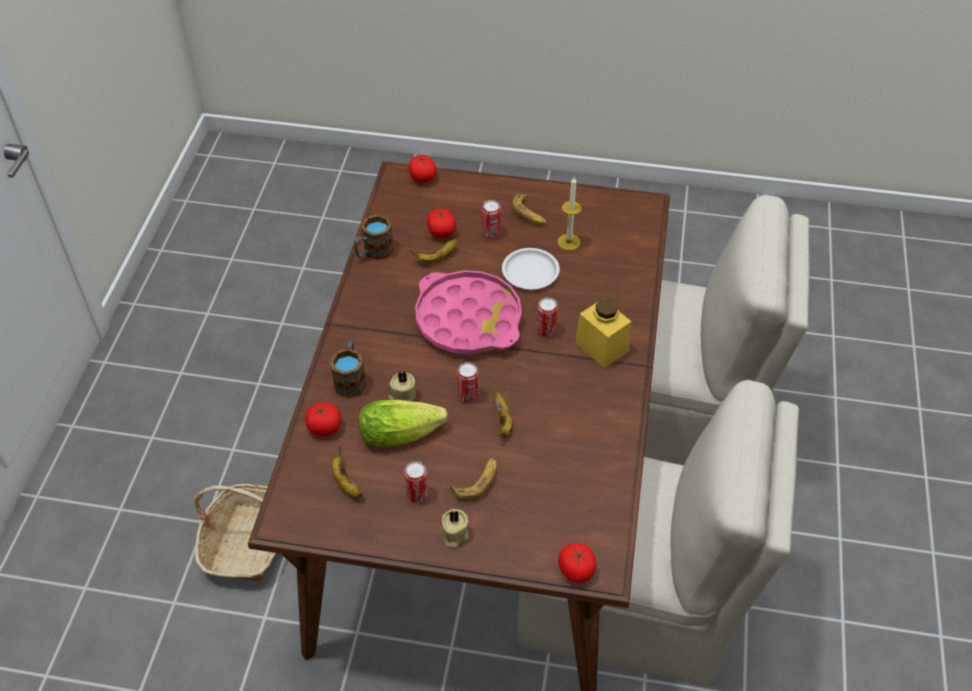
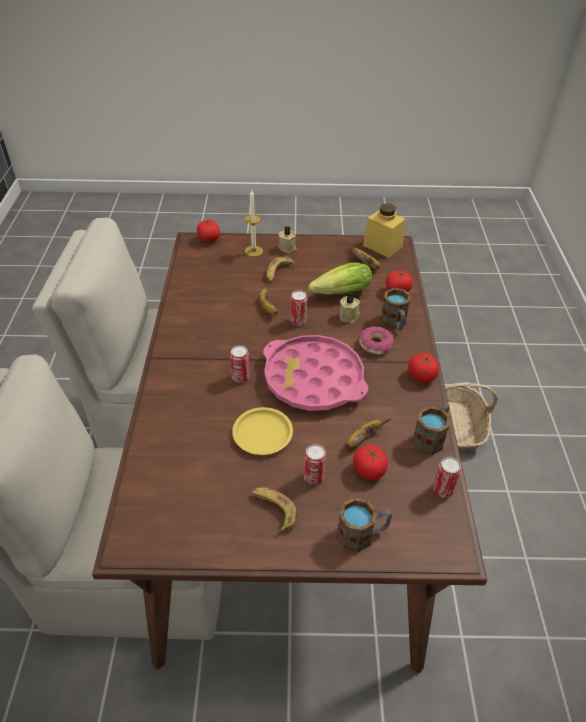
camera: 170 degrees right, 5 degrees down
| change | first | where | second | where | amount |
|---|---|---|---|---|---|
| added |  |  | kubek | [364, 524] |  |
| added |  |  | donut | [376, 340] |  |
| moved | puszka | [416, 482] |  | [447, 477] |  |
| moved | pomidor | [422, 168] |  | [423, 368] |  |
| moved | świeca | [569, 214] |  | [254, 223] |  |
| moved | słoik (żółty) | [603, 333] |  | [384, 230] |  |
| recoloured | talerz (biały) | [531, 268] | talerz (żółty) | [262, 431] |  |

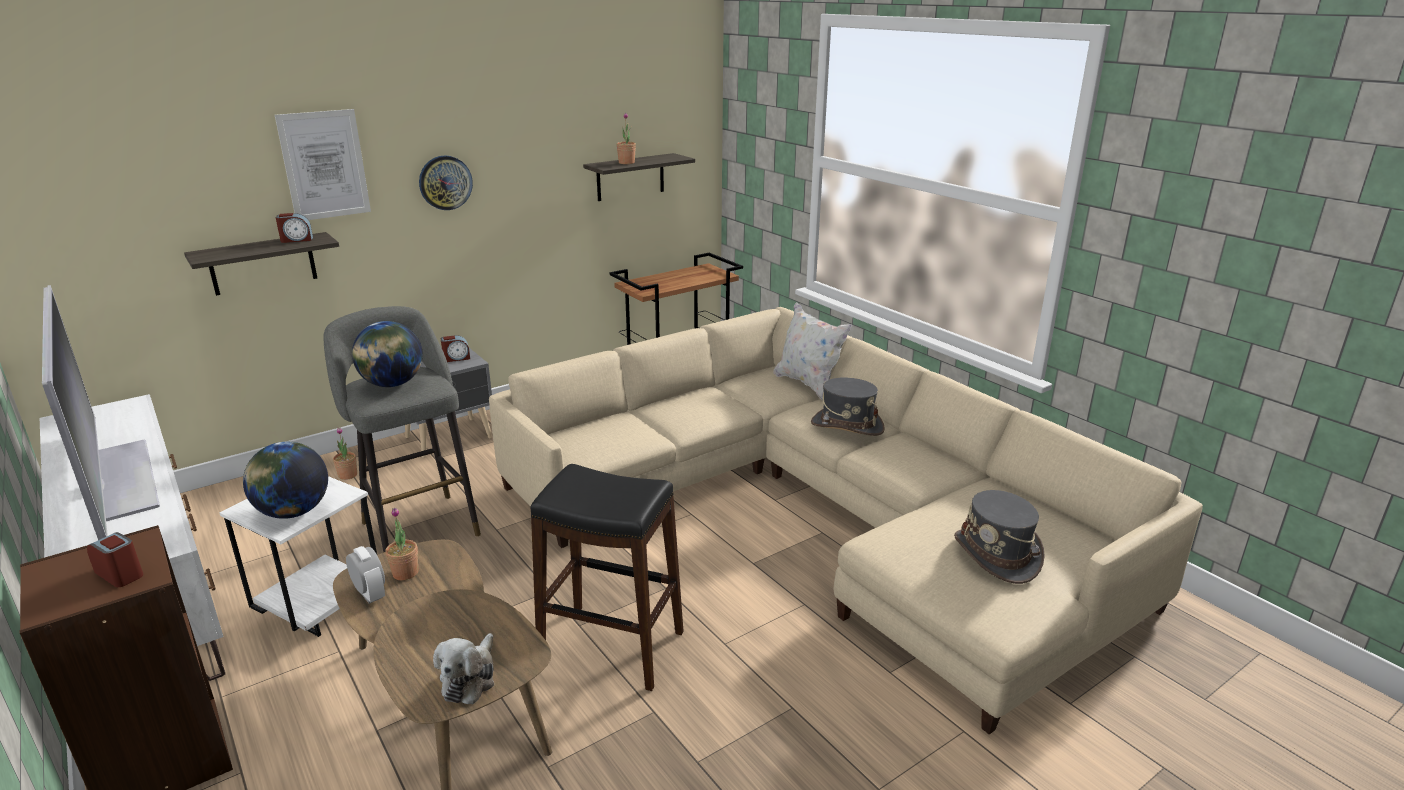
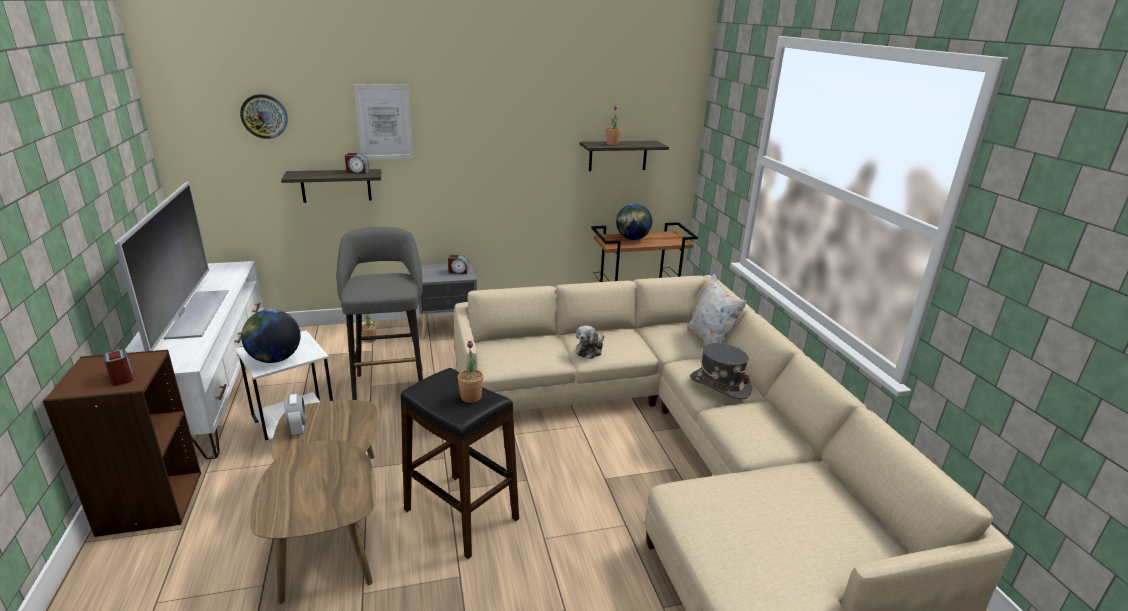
camera: 20 degrees right, 0 degrees up
| change | first | where | second | where | amount |
|---|---|---|---|---|---|
| removed | kapelusz (szary) | [999, 537] |  |  |  |
| moved | globus | [387, 354] |  | [634, 222] |  |
| moved | roślina doniczkowa | [402, 544] |  | [470, 372] |  |
| moved | zegar ścienny | [446, 182] |  | [264, 116] |  |
| moved | pluszak | [463, 668] |  | [590, 342] |  |

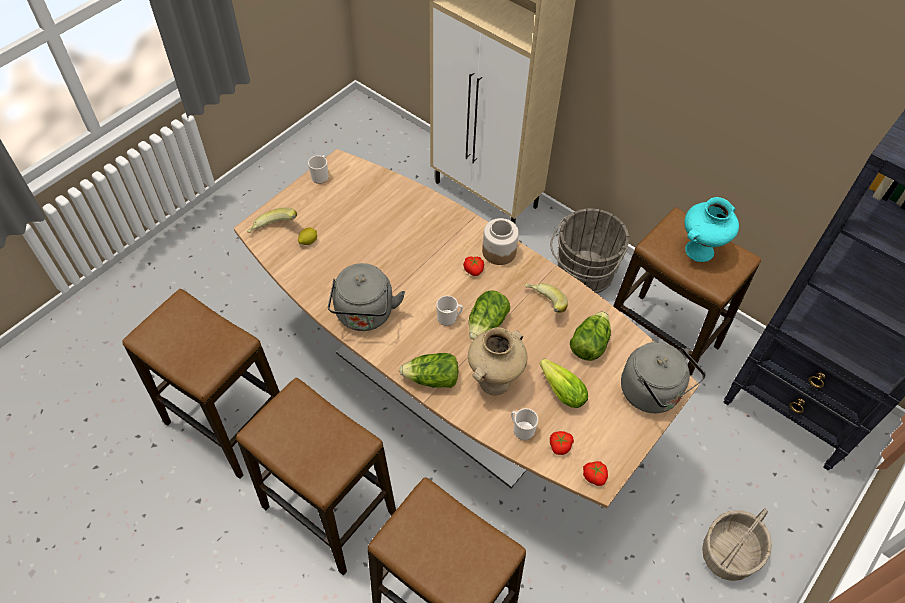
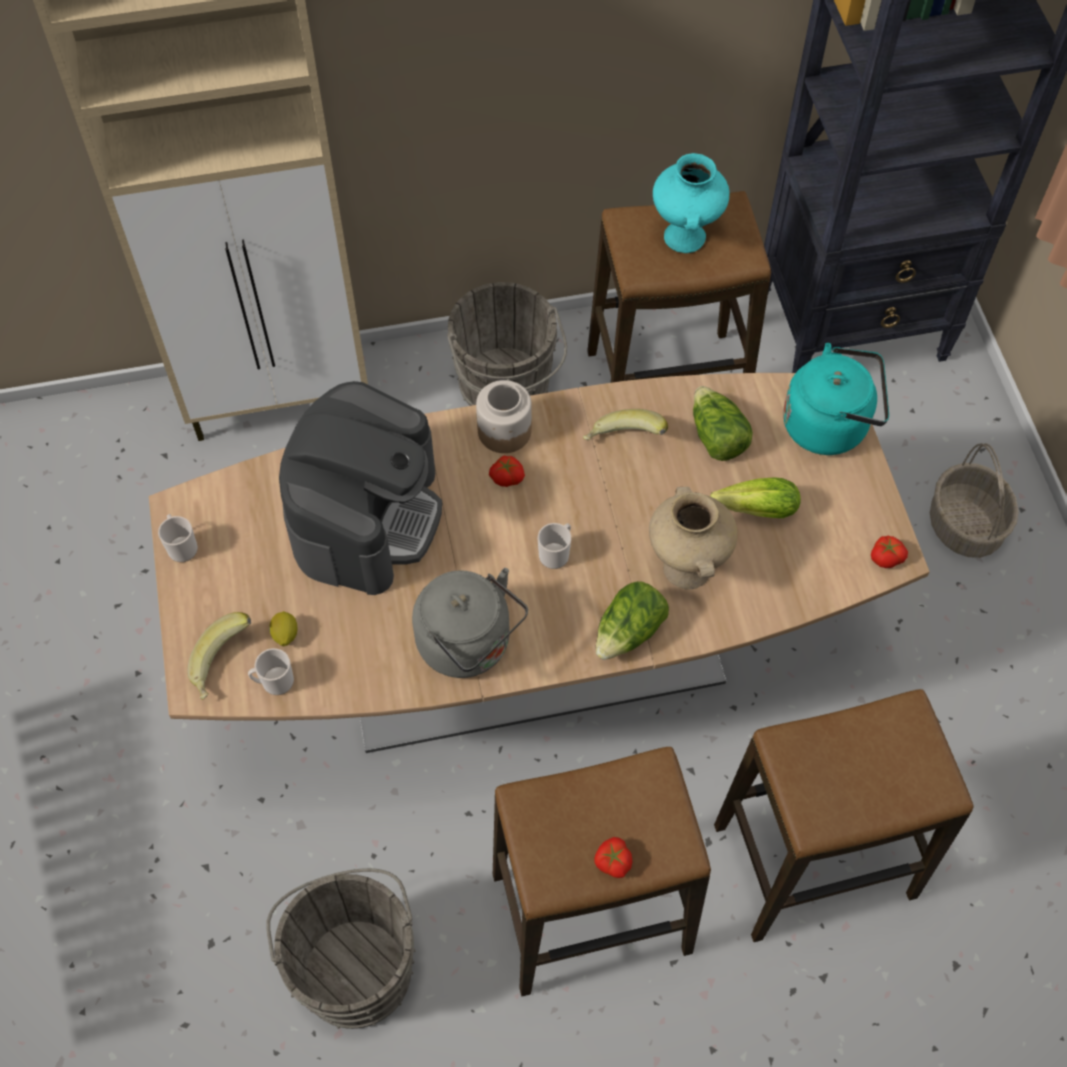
camera: 50 degrees left, 5 degrees up
| change | first | where | second | where | amount |
|---|---|---|---|---|---|
| removed | sałata | [489, 315] |  |  |  |
| added |  |  | ekspres do kawy | [360, 488] |  |
| moved | kubek | [524, 424] |  | [271, 671] |  |
| moved | pomidor | [562, 443] |  | [613, 857] |  |
| replaced | stołek | [201, 384] | wiadro (szary) | [341, 948] |  |
| recoloured | czajnik (szary) | [663, 377] | czajnik (turkusowy) | [836, 399] |  |

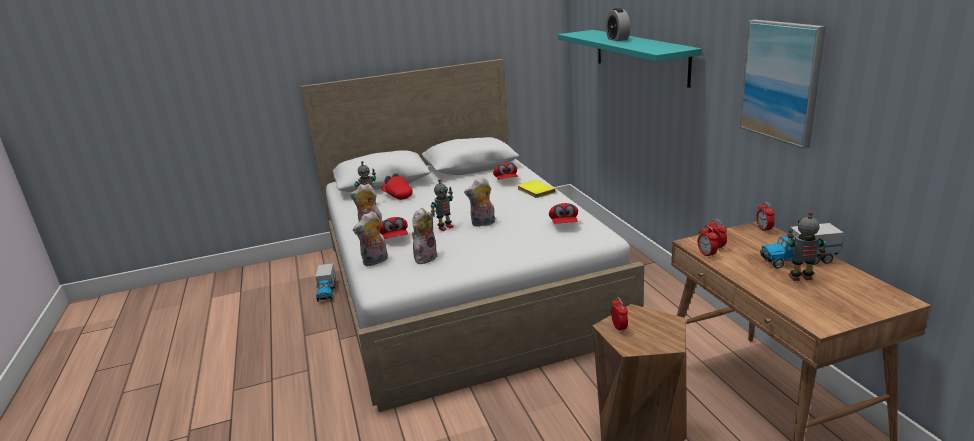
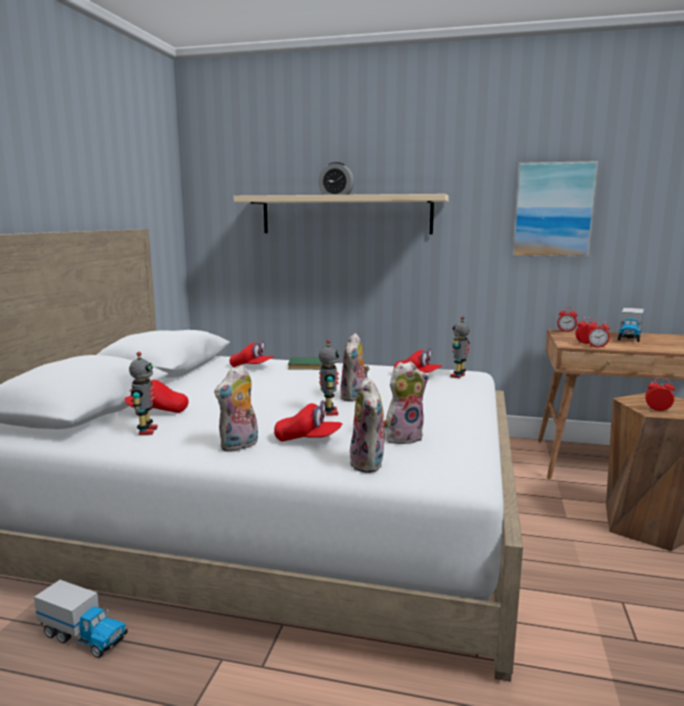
camera: 60 degrees left, 10 degrees down
| change | first | where | second | where | amount |
|---|---|---|---|---|---|
| moved | robot zabawkowy | [806, 246] |  | [460, 347] |  |
| recoloured | książka (żółty) | [536, 189] | książka (zielony) | [306, 363] |  |
| recoloured | półka (turkusowy) | [630, 59] | półka (beżowy) | [341, 214] |  |
| turned | pluszak | [425, 236] |  | [407, 402] | 90 degrees clockwise |

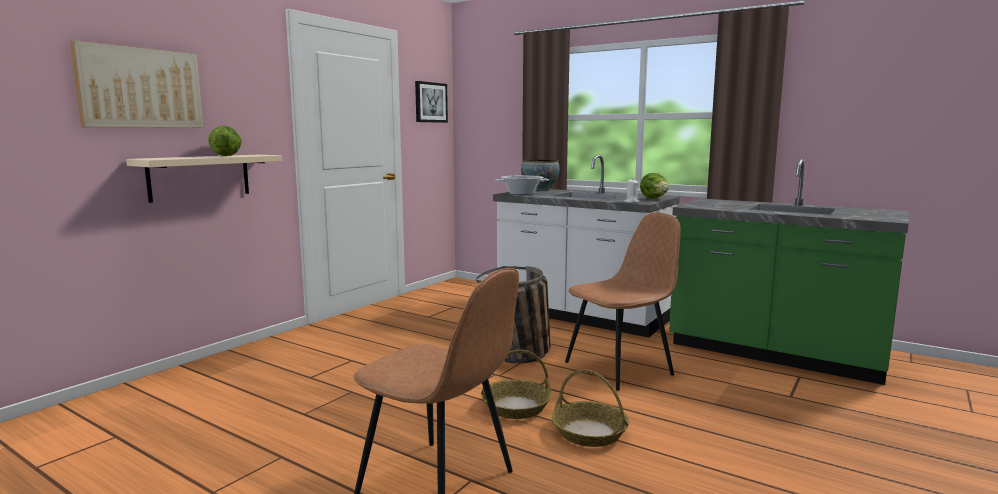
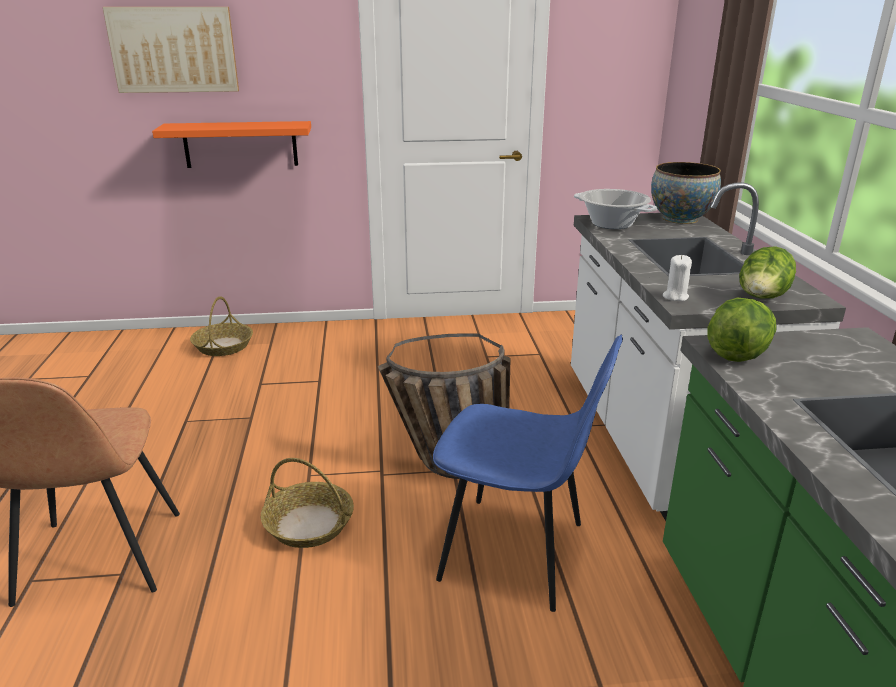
camera: 50 degrees right, 15 degrees up
| change | first | where | second | where | amount |
|---|---|---|---|---|---|
| removed | obraz | [431, 102] |  |  |  |
| moved | sałata | [224, 141] |  | [742, 330] |  |
| moved | koszyk | [590, 408] |  | [221, 326] |  |
| recoloured | półka (beżowy) | [204, 179] | półka (pomarańczowy) | [231, 144] |  |
| recoloured | krzesło (brązowy) | [623, 301] | krzesło (niebieski) | [528, 473] |  |

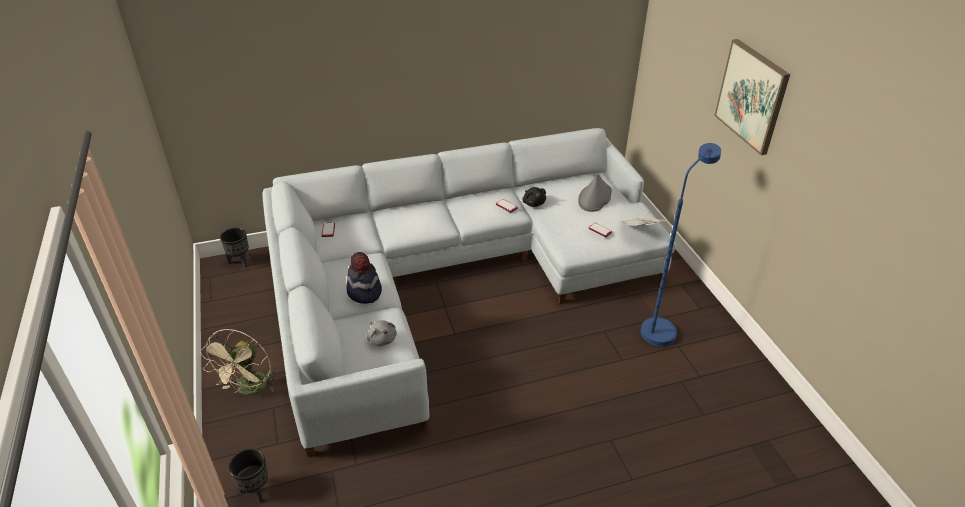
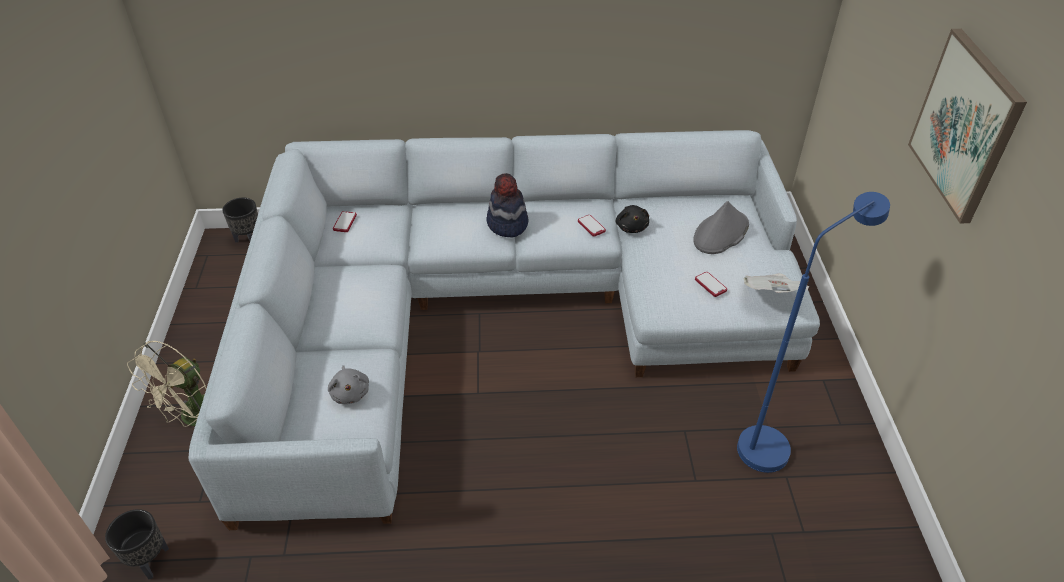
camera: 15 degrees right, 5 degrees up
| change | first | where | second | where | amount |
|---|---|---|---|---|---|
| moved | kapelusz | [364, 278] |  | [507, 205] |  |

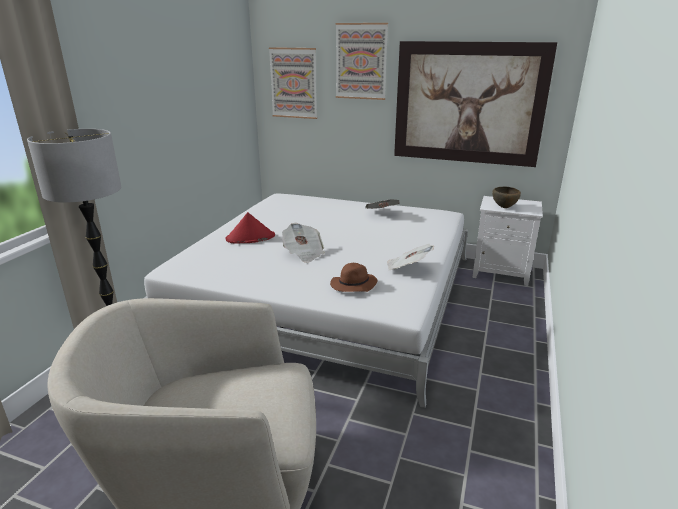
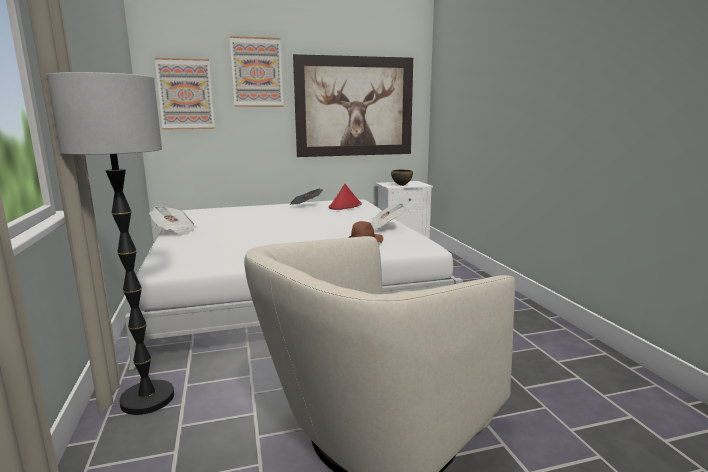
camera: 35 degrees left, 10 degrees down
| change | first | where | second | where | amount |
|---|---|---|---|---|---|
| moved | kapelusz (czerwony) | [250, 228] |  | [345, 197] |  |
| moved | gazeta | [303, 243] |  | [173, 220] |  |

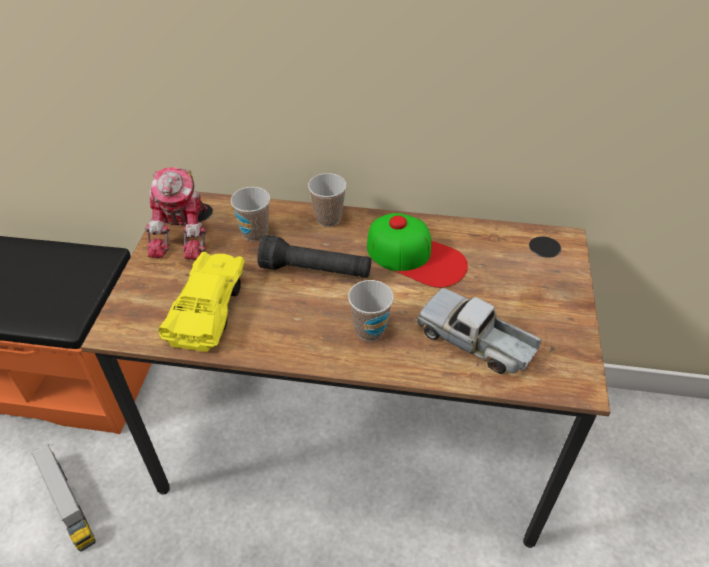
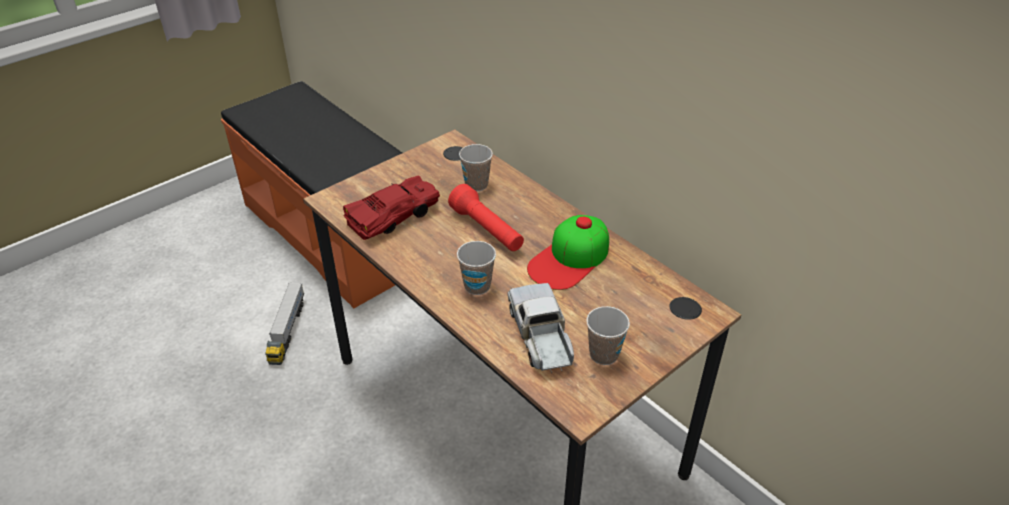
camera: 40 degrees right, 5 degrees down
| change | first | where | second | where | amount |
|---|---|---|---|---|---|
| removed | robot zabawkowy | [176, 213] |  |  |  |
| moved | filiżanka | [327, 200] |  | [608, 335] |  |
| recoloured | samochodzik (żółty) | [201, 302] | samochodzik (czerwony) | [391, 207] |  |
| recoloured | latarka (czarny) | [314, 256] | latarka (czerwony) | [486, 217] |  |
| turned | czapka z daszkiem | [417, 250] |  | [568, 252] | 60 degrees clockwise |

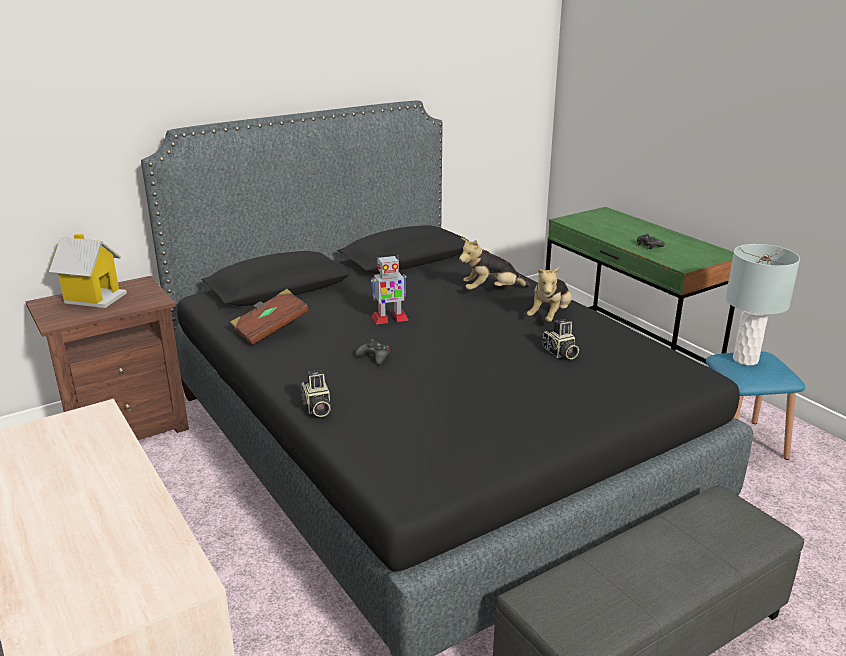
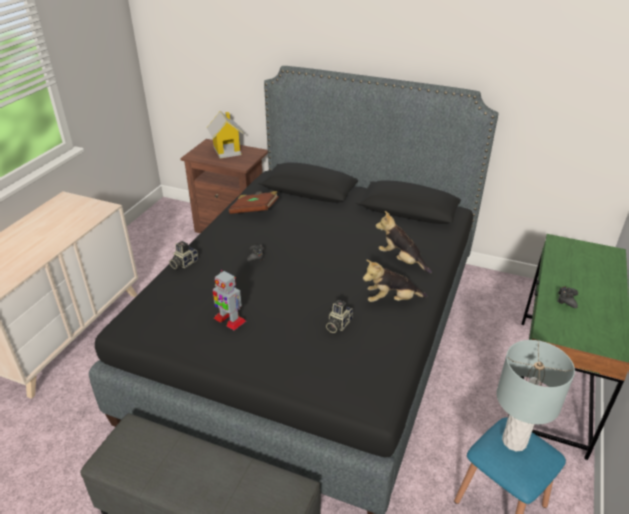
camera: 55 degrees right, 10 degrees up
| change | first | where | second | where | amount |
|---|---|---|---|---|---|
| moved | robot zabawkowy | [390, 290] |  | [229, 300] |  |

